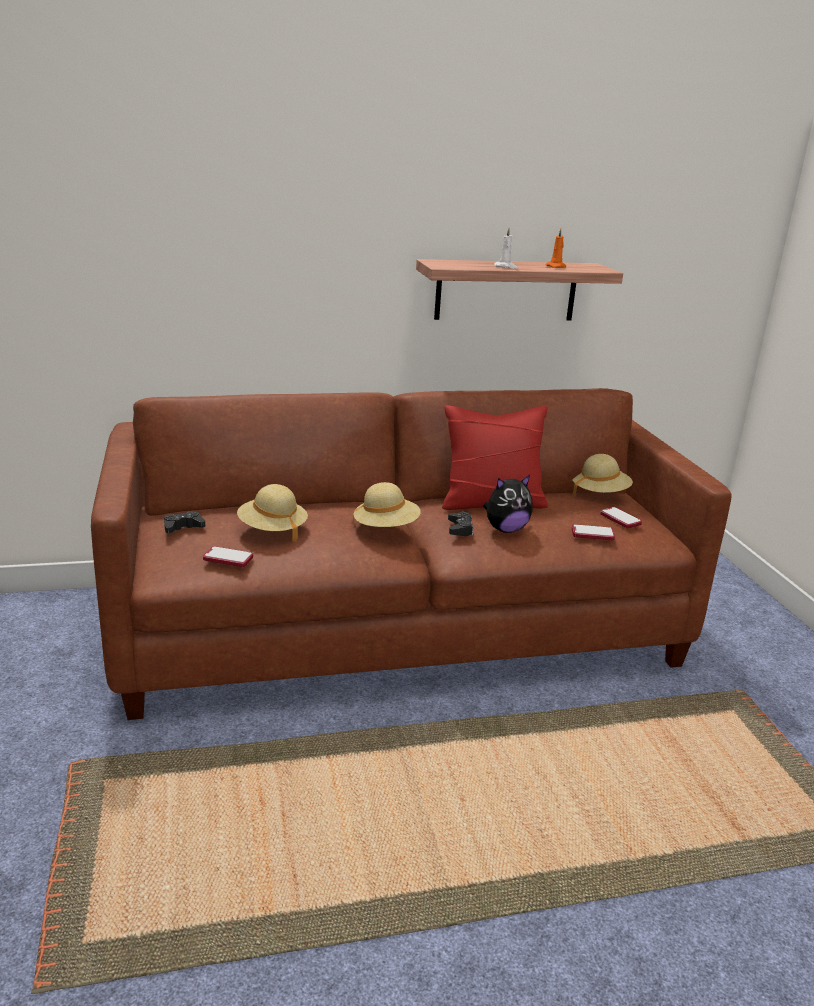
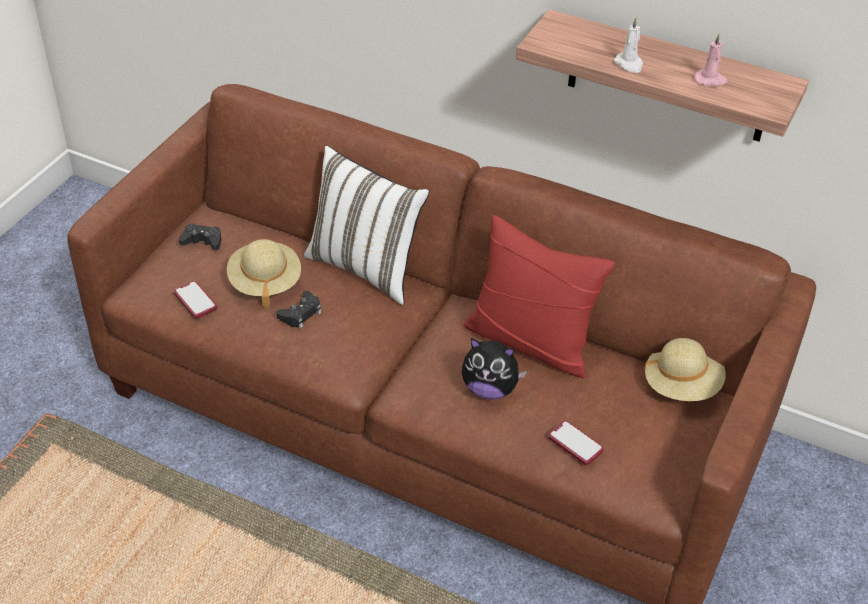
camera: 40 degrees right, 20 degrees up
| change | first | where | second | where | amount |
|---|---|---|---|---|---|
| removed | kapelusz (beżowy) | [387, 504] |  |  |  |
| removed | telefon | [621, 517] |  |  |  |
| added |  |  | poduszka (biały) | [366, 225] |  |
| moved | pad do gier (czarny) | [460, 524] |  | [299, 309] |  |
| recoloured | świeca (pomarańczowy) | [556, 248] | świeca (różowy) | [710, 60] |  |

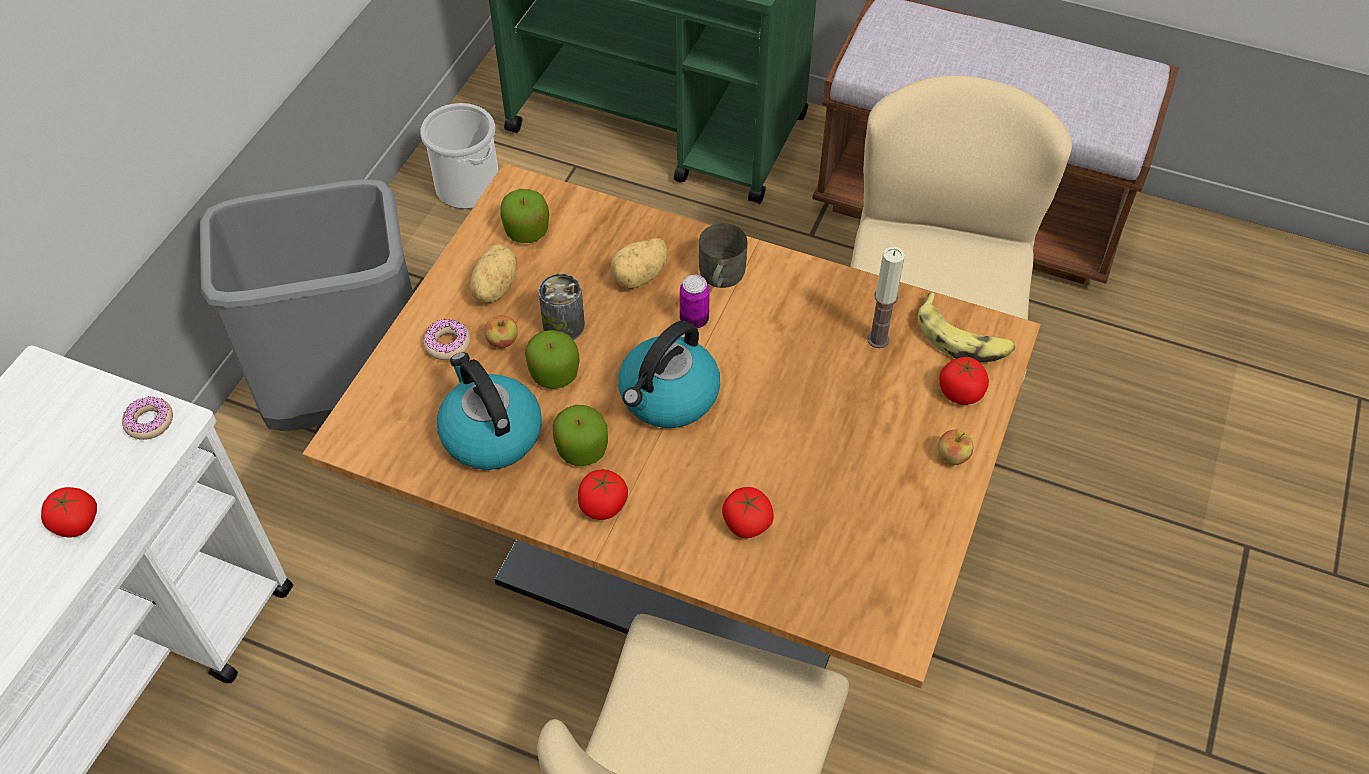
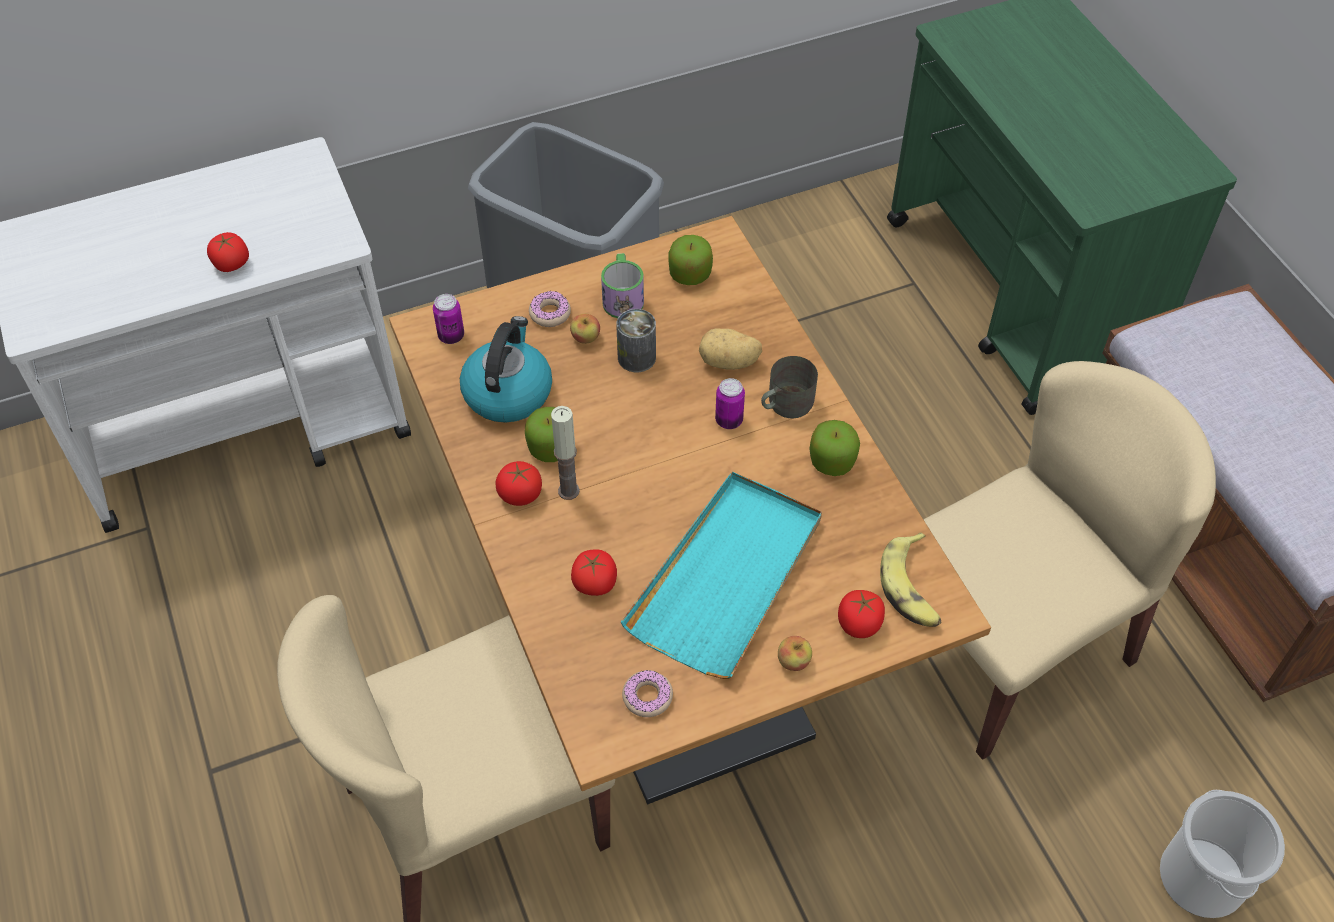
camera: 45 degrees right, 0 degrees up
| change | first | where | second | where | amount |
|---|---|---|---|---|---|
| removed | czajnik | [669, 374] |  |  |  |
| added |  |  | puszka | [448, 319] |  |
| added |  |  | taca (turkusowy) | [721, 575] |  |
| moved | donut | [147, 418] |  | [647, 693] |  |
| moved | wiadro | [459, 156] |  | [1222, 854] |  |
| moved | jabłko | [552, 359] |  | [834, 448] |  |
| moved | świeca | [886, 297] |  | [565, 453] |  |
| replaced | ziemniak | [493, 273] | kubek | [622, 285] |  |

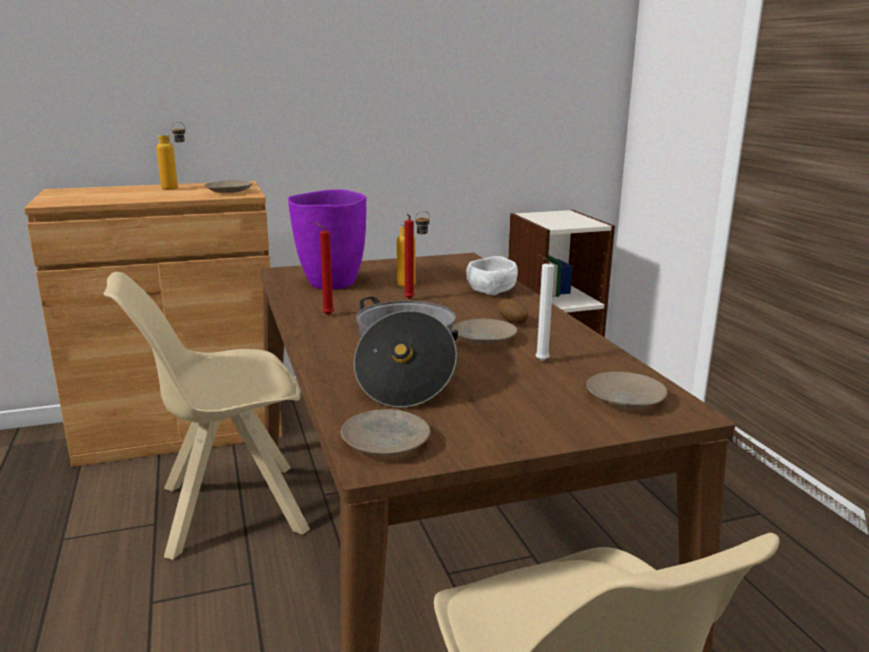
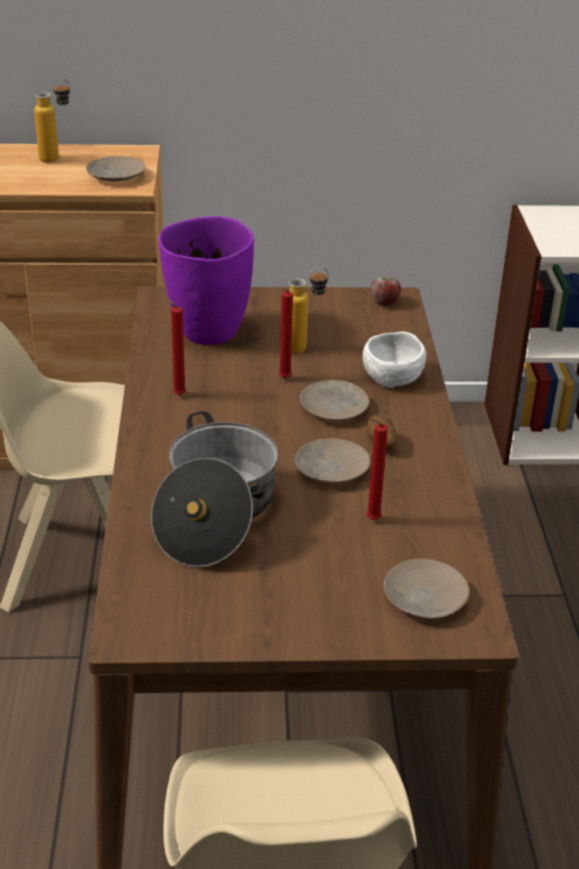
camera: 15 degrees right, 15 degrees up
| change | first | where | second | where | amount |
|---|---|---|---|---|---|
| added |  |  | jabłko | [386, 291] |  |
| moved | talerz (beżowy) | [385, 432] |  | [334, 400] |  |
| recoloured | świeca (biały) | [544, 308] | świeca (czerwony) | [377, 468] |  |

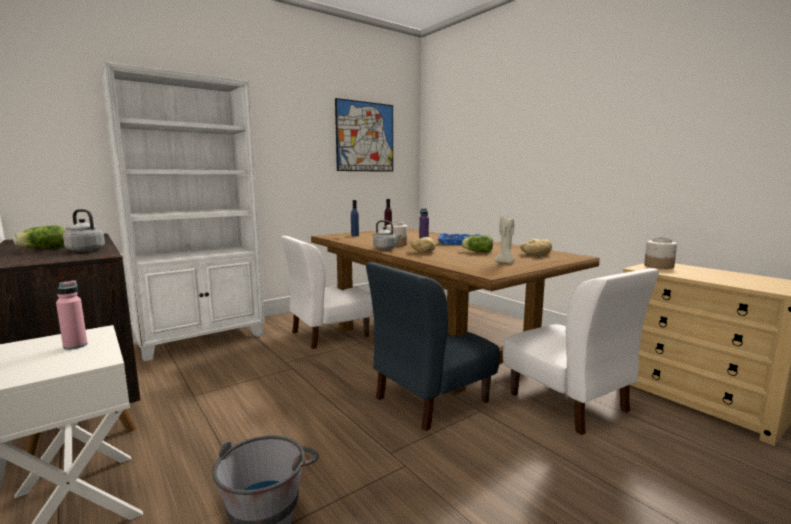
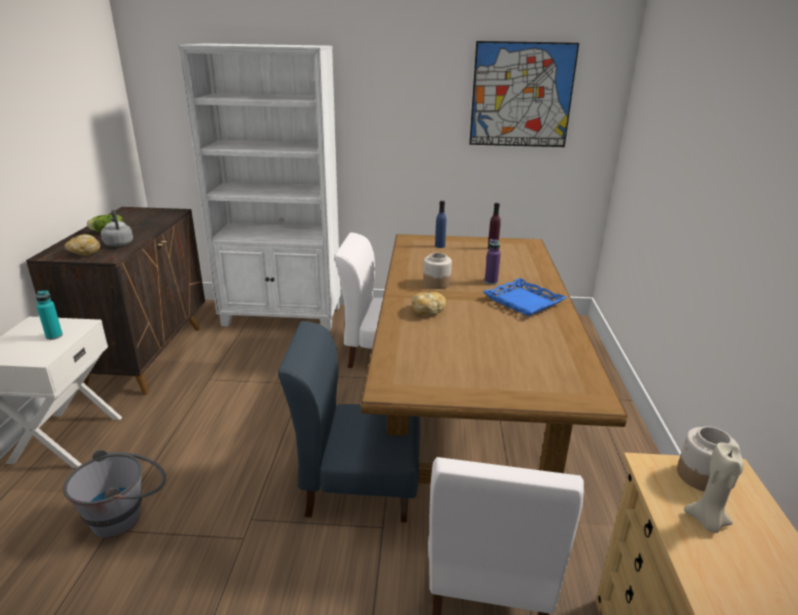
camera: 40 degrees right, 15 degrees up
| change | first | where | second | where | amount |
|---|---|---|---|---|---|
| removed | czajnik (szary) | [387, 235] |  |  |  |
| removed | sałata | [477, 244] |  |  |  |
| moved | świeca (beżowy) | [504, 239] |  | [714, 488] |  |
| moved | chleb | [536, 247] |  | [82, 245] |  |
| recoloured | butelka (różowy) | [72, 315] | butelka (turkusowy) | [49, 315] |  |

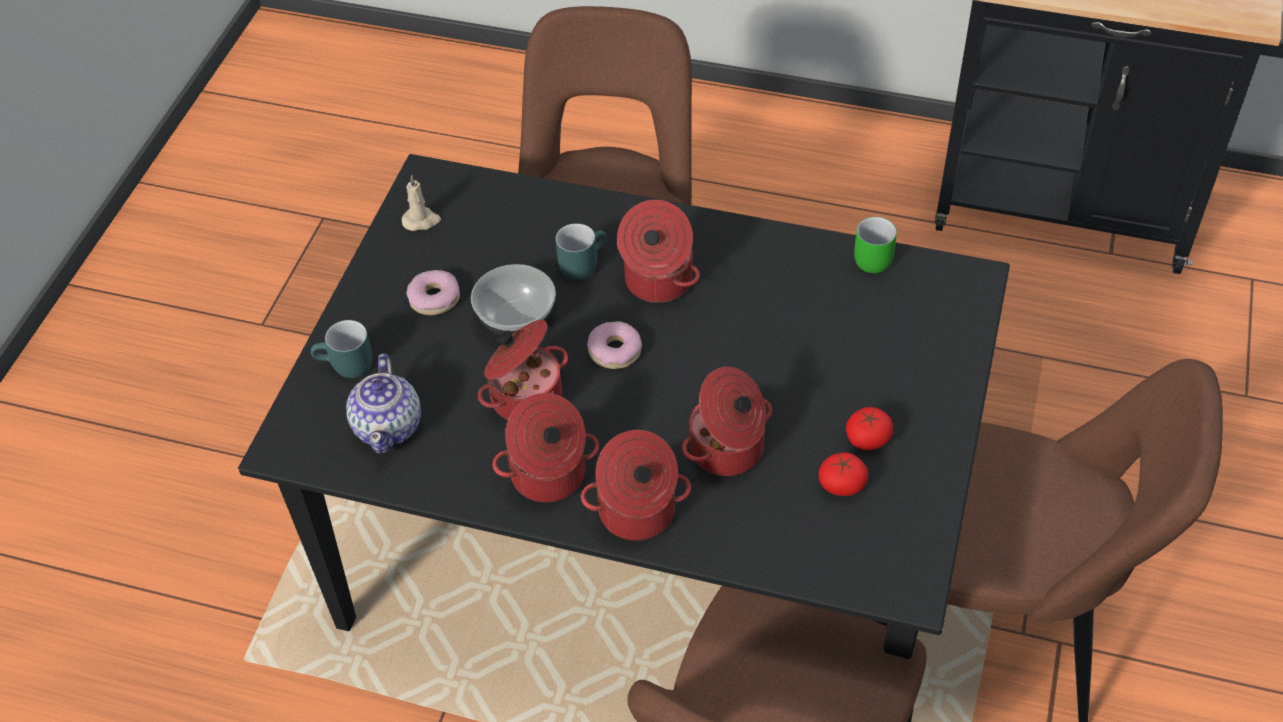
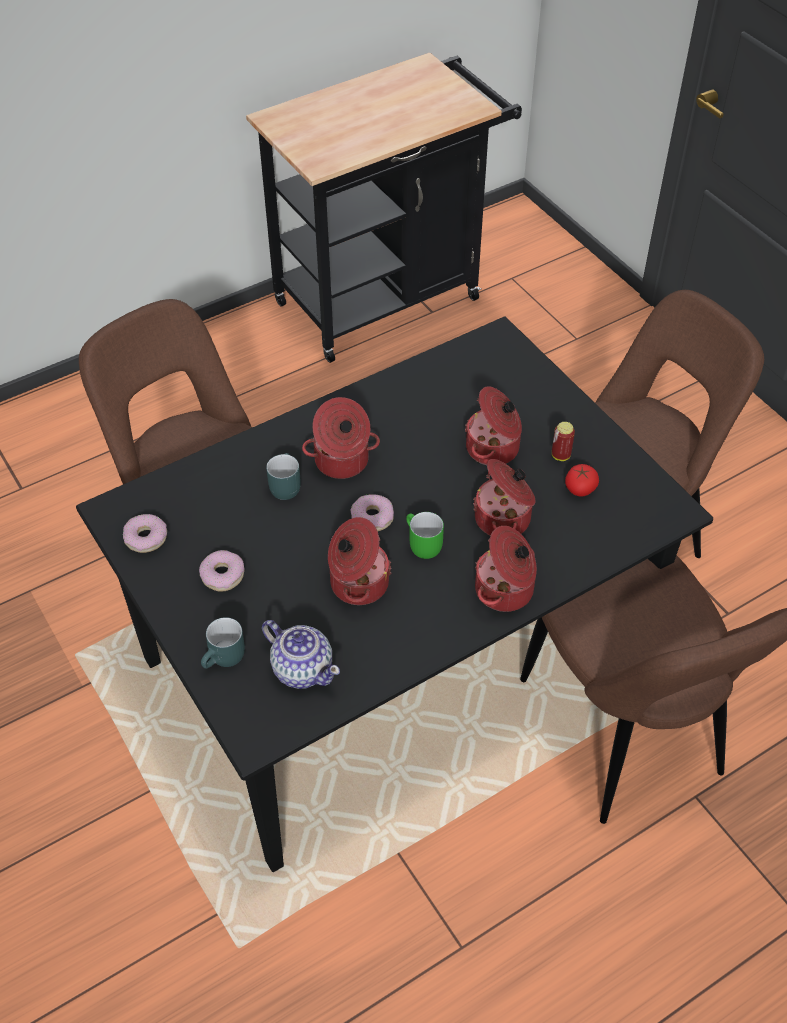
camera: 50 degrees left, 0 degrees up
| change | first | where | second | where | amount |
|---|---|---|---|---|---|
| removed | miska | [513, 299] |  |  |  |
| moved | garnek | [545, 447] |  | [493, 425] |  |
| moved | kubek (zielony) | [875, 245] |  | [425, 535] |  |
| replaced | świeca (beżowy) | [421, 203] | donut | [145, 533] |  |
| replaced | pomidor | [869, 428] | puszka | [563, 441] |  |

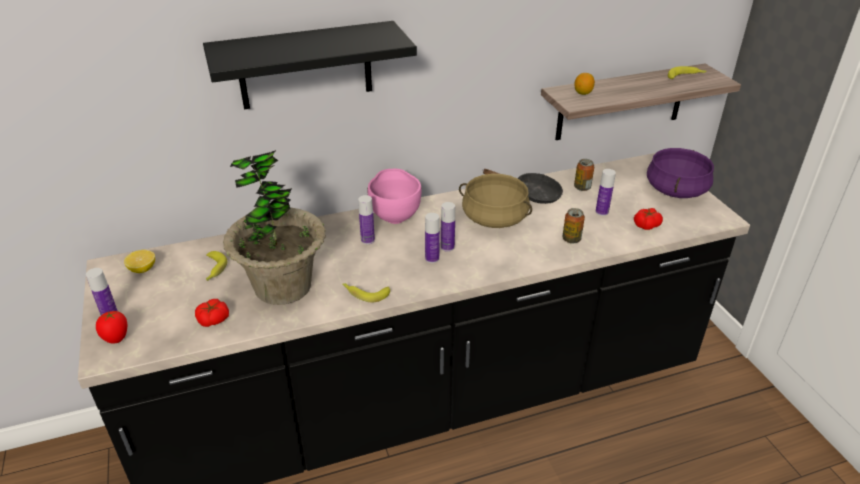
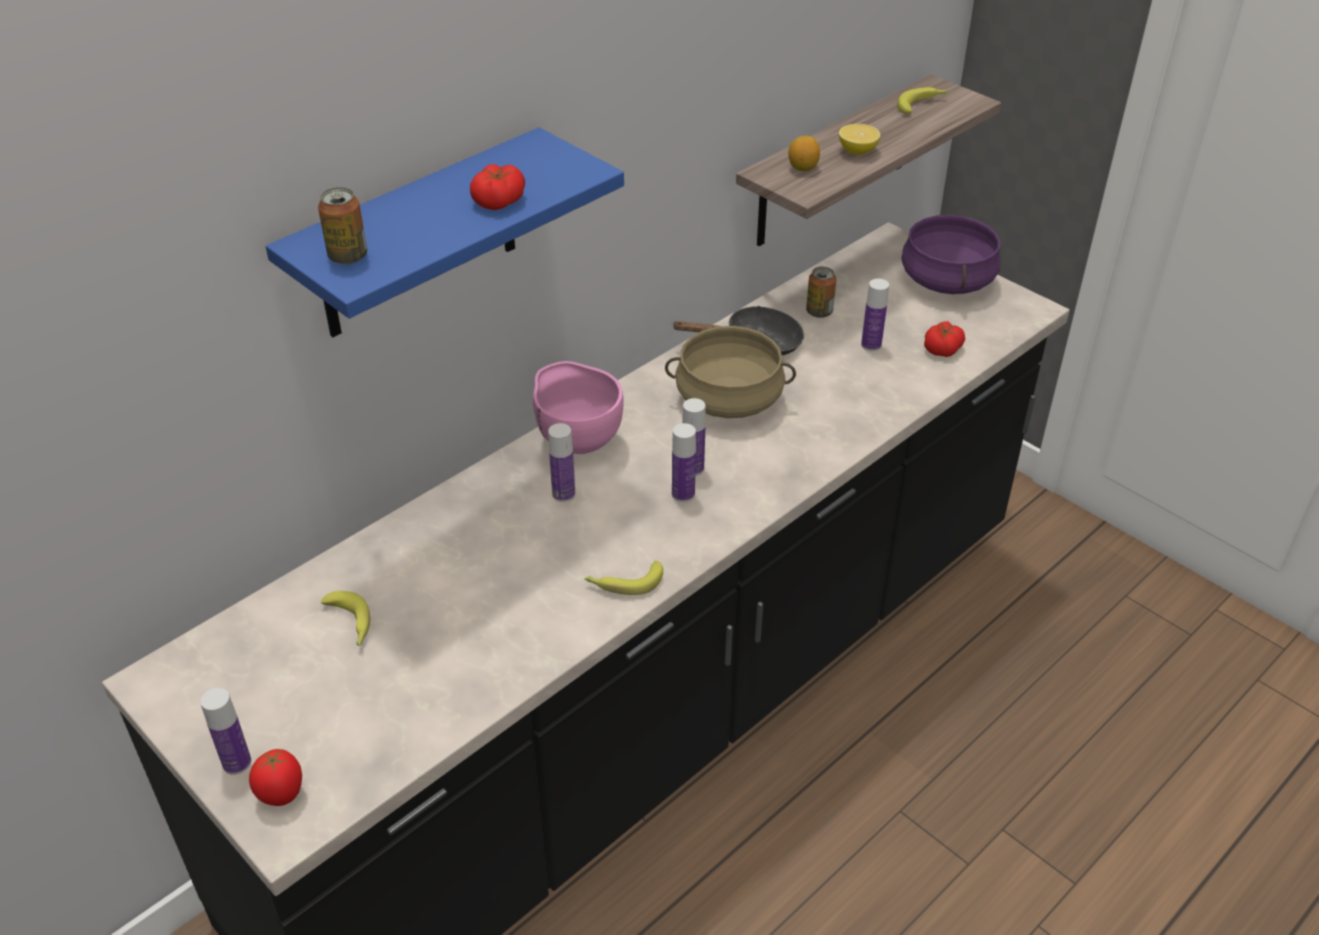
camera: 25 degrees left, 5 degrees up
| change | first | where | second | where | amount |
|---|---|---|---|---|---|
| removed | roślina doniczkowa | [274, 227] |  |  |  |
| moved | cytryna | [139, 261] |  | [859, 139] |  |
| moved | pomidor | [212, 313] |  | [497, 187] |  |
| moved | puszka | [573, 226] |  | [342, 225] |  |
| recoloured | półka (czarny) | [310, 65] | półka (niebieski) | [445, 232] |  |

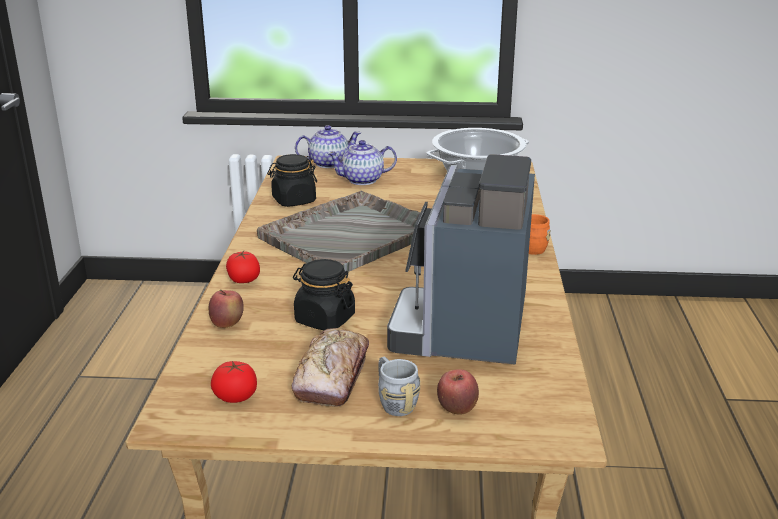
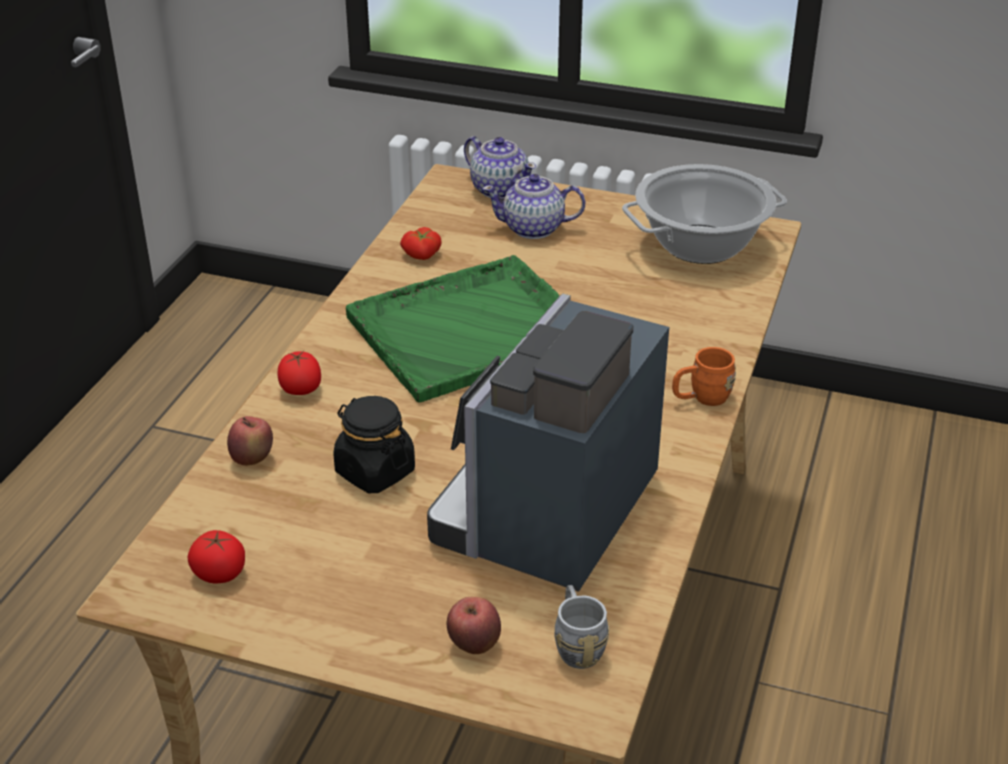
camera: 15 degrees right, 10 degrees up
| change | first | where | second | where | amount |
|---|---|---|---|---|---|
| removed | chleb | [330, 367] |  |  |  |
| moved | kubek (szary) | [399, 386] |  | [582, 627] |  |
| replaced | słoik (czarny) | [292, 180] | pomidor | [420, 243] |  |
| recoloured | taca (szary) | [338, 231] | taca (zielony) | [453, 328] |  |
| turned | imbryk | [328, 146] |  | [500, 167] | 45 degrees clockwise |

